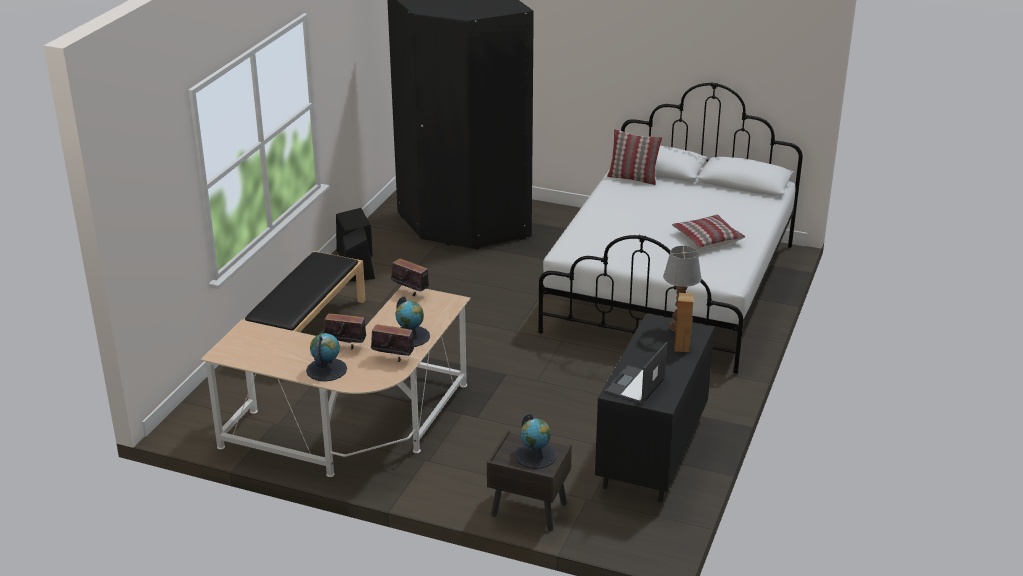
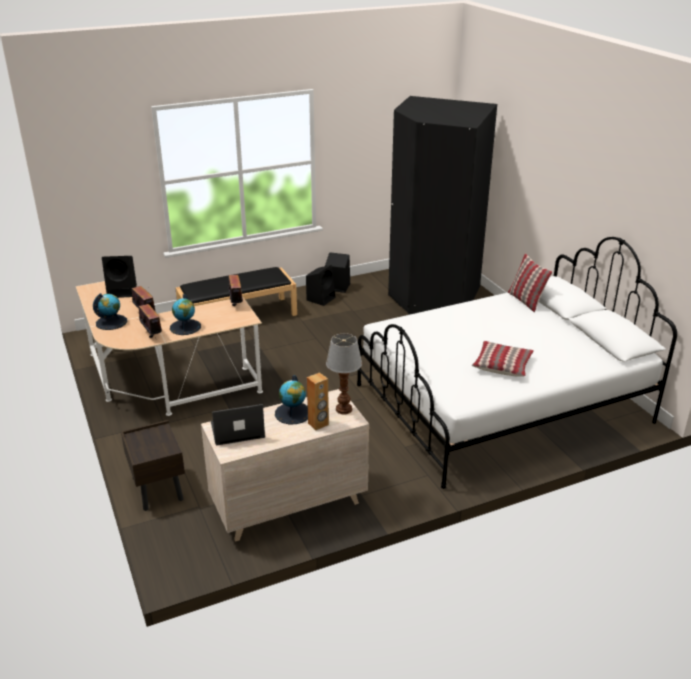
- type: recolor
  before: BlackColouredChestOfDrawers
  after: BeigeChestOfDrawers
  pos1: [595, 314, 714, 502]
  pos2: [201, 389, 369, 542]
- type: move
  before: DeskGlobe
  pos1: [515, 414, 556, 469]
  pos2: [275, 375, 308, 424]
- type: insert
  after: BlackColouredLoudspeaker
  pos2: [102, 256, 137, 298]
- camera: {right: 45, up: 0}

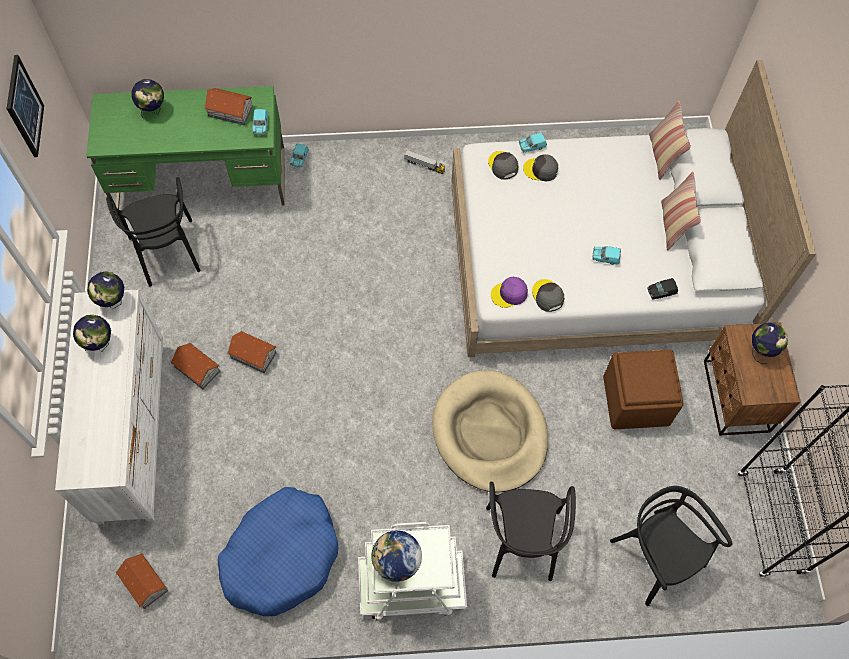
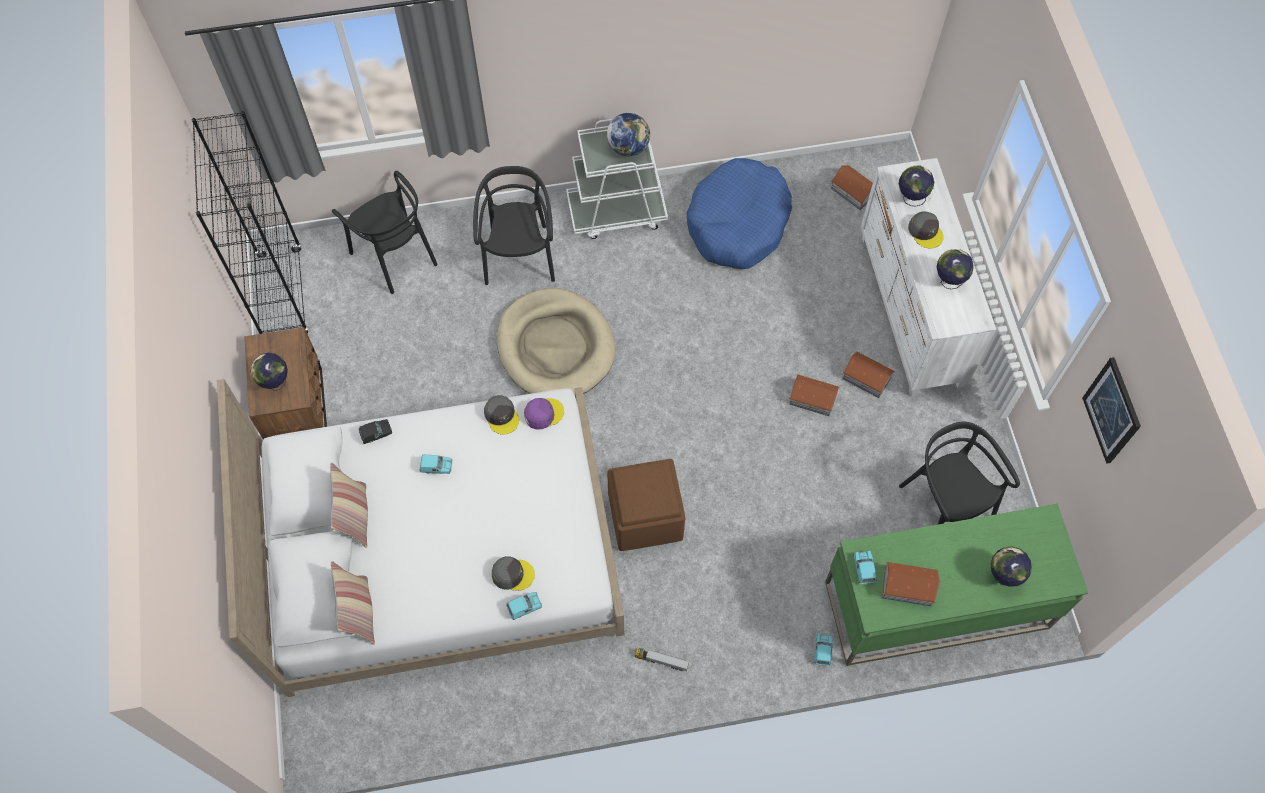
- type: move
  before: GreyishBaseballCap
  pos1: [488, 151, 518, 180]
  pos2: [908, 211, 944, 248]
- type: move
  before: DeskGlobe
  pos1: [87, 271, 124, 309]
  pos2: [899, 165, 934, 206]
- type: move
  before: BrownPouffe
  pos1: [603, 350, 684, 429]
  pos2: [607, 459, 685, 551]
- camera: {right: 175, up: 0}

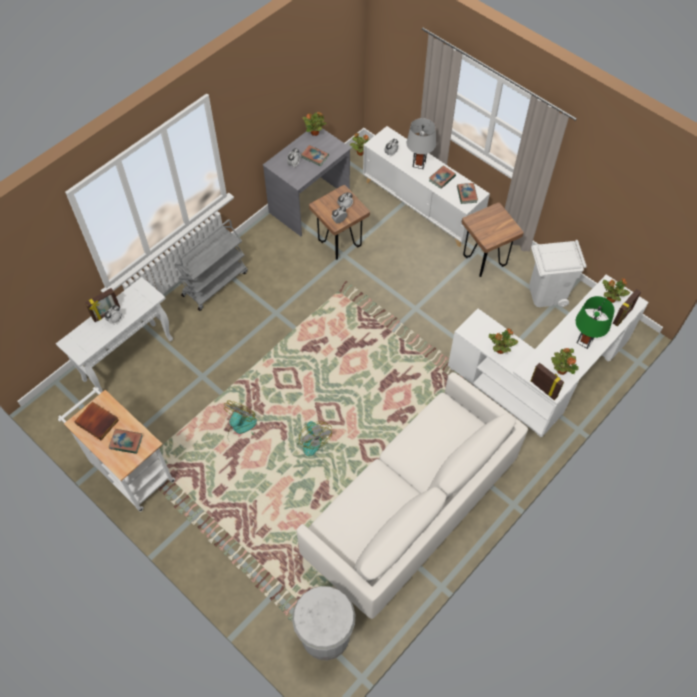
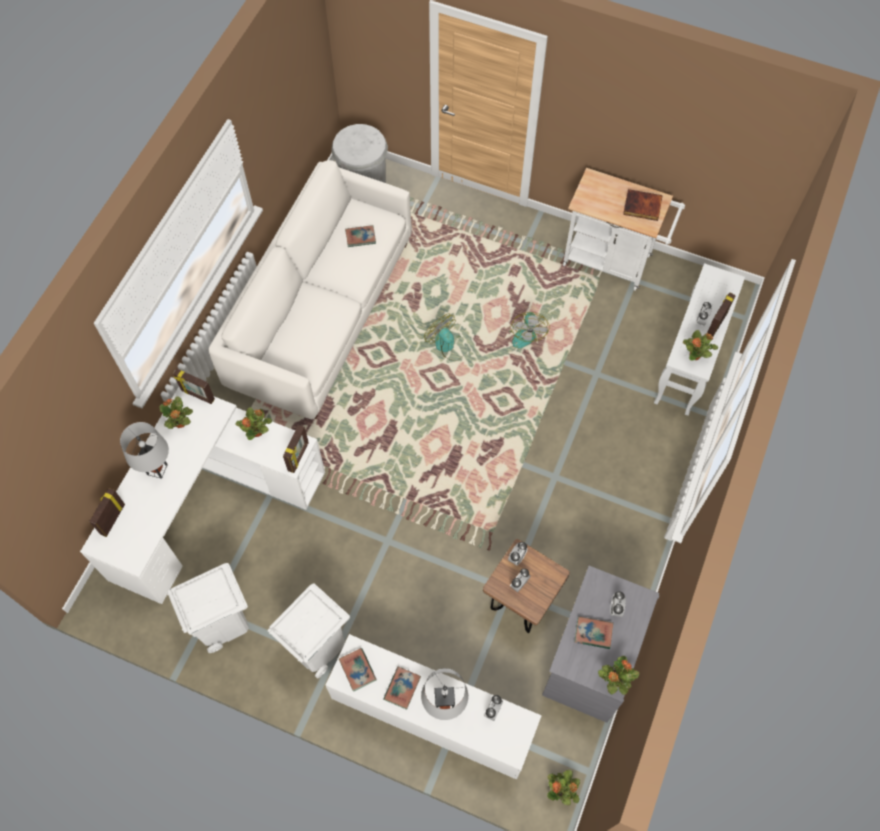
- type: replace
  before: BrownStool
  after: WhiteRubbishBin
  pos1: [462, 203, 524, 277]
  pos2: [268, 583, 350, 679]
- type: delete
  before: GreyishWheeledCart
  pos1: [175, 219, 248, 311]
- type: move
  before: PlantInAPot
  pos1: [603, 278, 630, 303]
  pos2: [683, 330, 718, 361]
- type: recolor
  before: GreenColouredLampForATable
  after: GreyishLampForATable
  pos1: [576, 296, 615, 349]
  pos2: [120, 422, 169, 479]
- type: move
  before: BoundBook
  pos1: [109, 429, 143, 454]
  pos2: [345, 225, 376, 247]
- type: insert
  after: StandingFrame
  pos2: [283, 425, 309, 473]
- camera: {right: 160, up: 5}

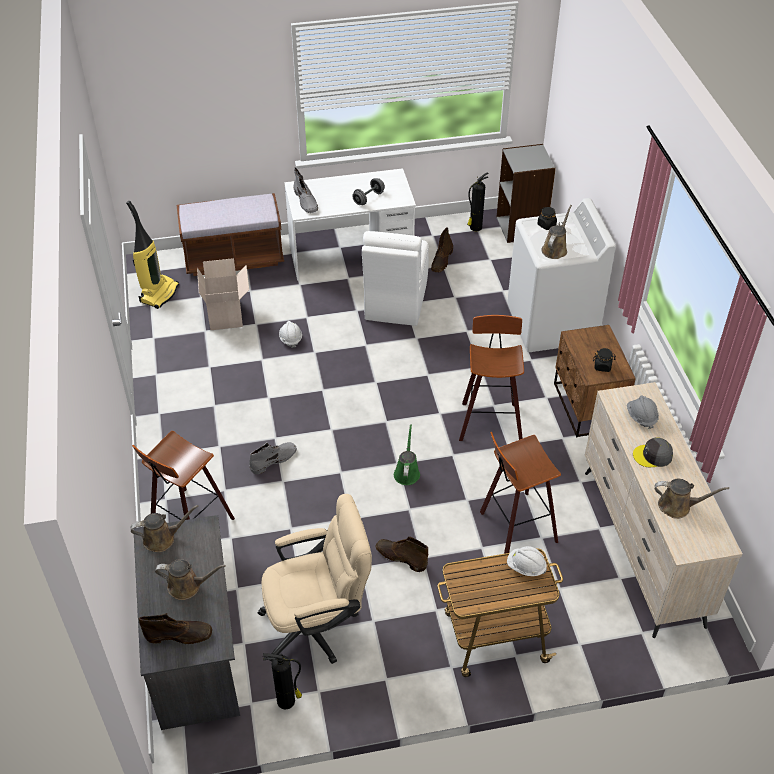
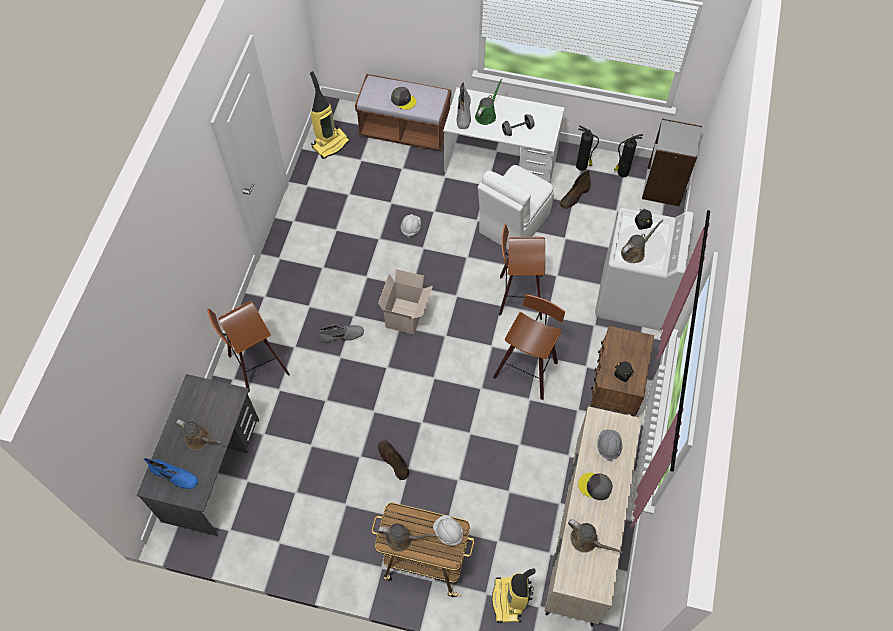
- type: move
  before: PackingBox
  pos1: [197, 258, 249, 330]
  pos2: [378, 269, 433, 334]
- type: move
  before: GreenColouredWateringPot
  pos1: [394, 424, 420, 485]
  pos2: [475, 79, 502, 125]
- type: move
  before: Stool
  pos1: [480, 432, 561, 554]
  pos2: [499, 224, 545, 320]
- type: delete
  before: BeigeComputerChair
  pos1: [258, 494, 372, 664]
- type: move
  before: BrownWateringPot
  pos1: [130, 505, 198, 552]
  pos2: [378, 523, 436, 552]
- type: recolor
  before: BrownHighTopBoot
  after: BlueColouredHighTopBoot
  pos1: [139, 613, 212, 644]
  pos2: [144, 458, 198, 489]
- type: move
  before: Extinguisher
  pos1: [263, 653, 302, 710]
  pos2: [576, 125, 599, 171]
- type: insert
  after: GreyishBaseballCap
  pos2: [391, 87, 416, 110]
- type: insert
  after: Vacuum
  pos2: [492, 568, 536, 623]
- camera: {right: 25, up: 15}

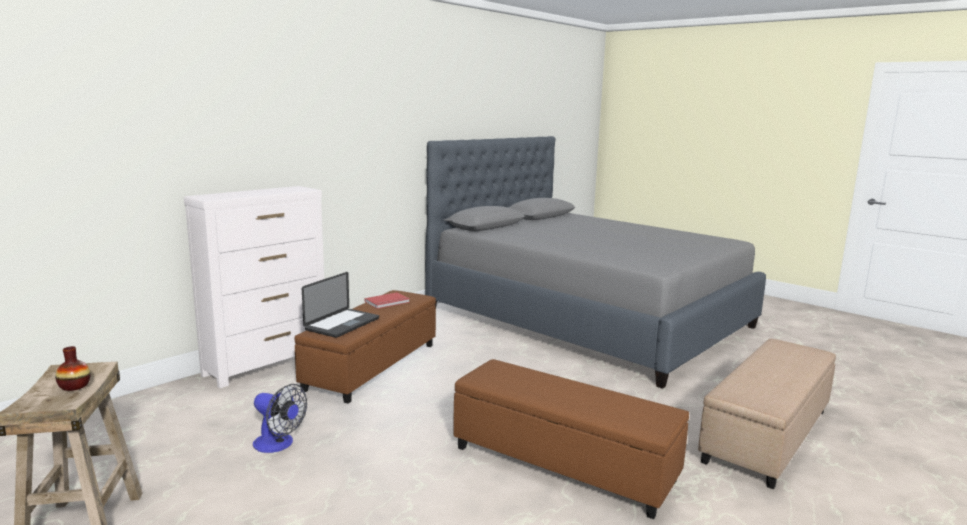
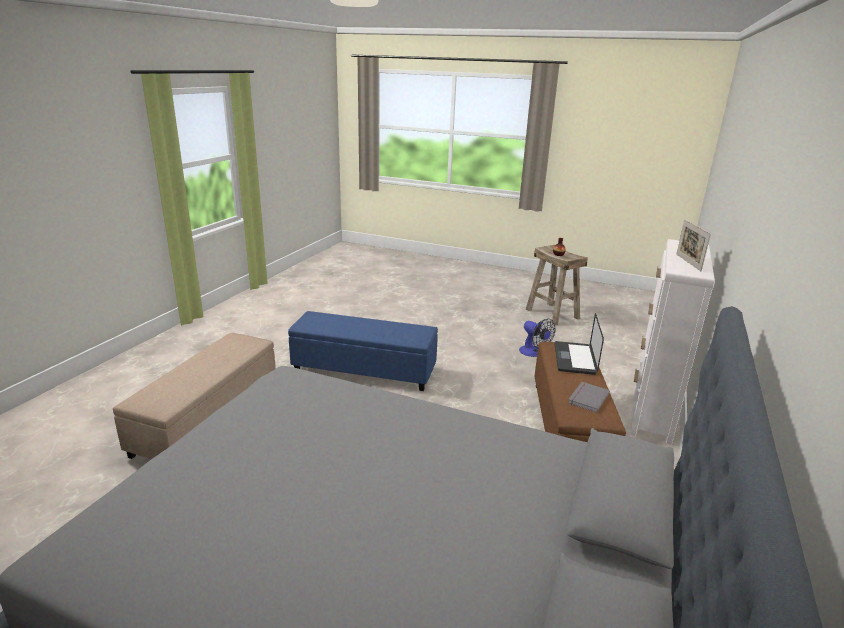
- type: recolor
  before: RedBoundBook
  after: GreyishBoundBook
  pos1: [364, 292, 410, 309]
  pos2: [568, 382, 610, 413]
- type: recolor
  before: BrownPouffe
  after: BlueColouredPouffe
  pos1: [453, 359, 689, 519]
  pos2: [288, 311, 438, 391]
- type: rotate
  before: ElectricFan
  pos1: [253, 384, 307, 453]
  pos2: [519, 319, 556, 357]
  turn: -135
- type: insert
  after: StandingFrame
  pos2: [676, 219, 711, 271]
- camera: {right: 160, up: 10}

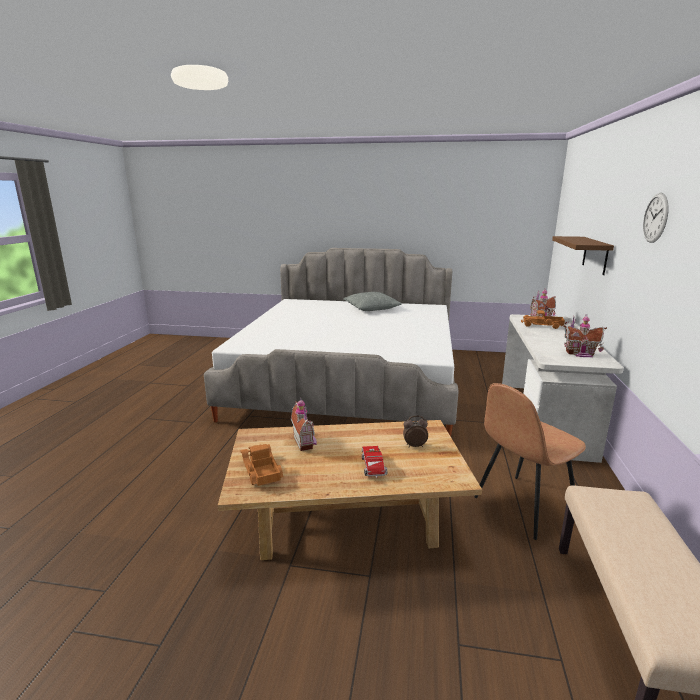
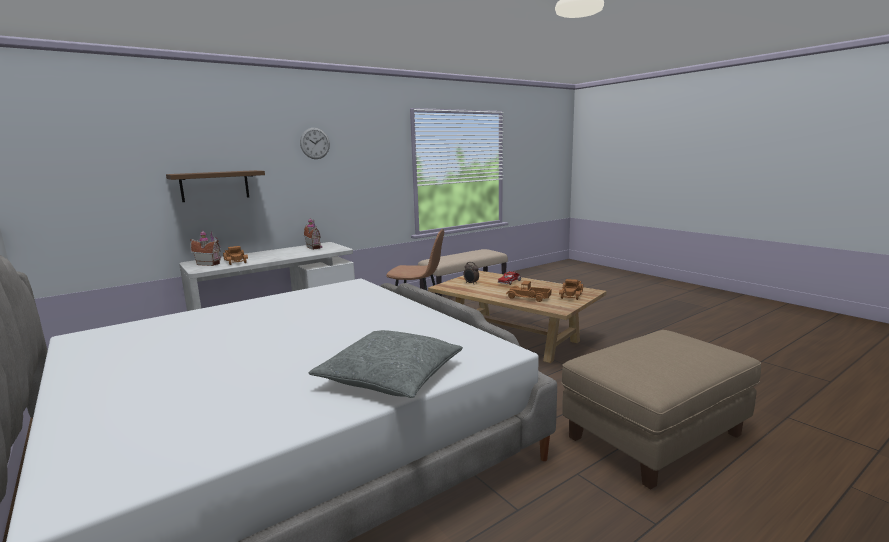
- type: move
  before: GreyishPillow
  pos1: [343, 292, 402, 311]
  pos2: [308, 330, 463, 398]
- type: replace
  before: ToyHouse
  after: ToyTruck
  pos1: [291, 399, 317, 451]
  pos2: [506, 281, 551, 302]
- type: insert
  after: BeigePouffe
  pos2: [561, 330, 761, 490]
- camera: {right: -135, up: -5}

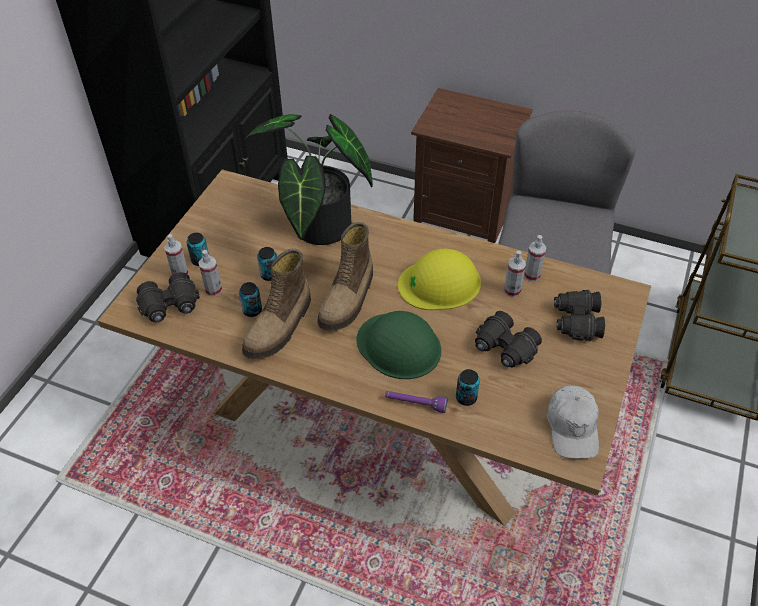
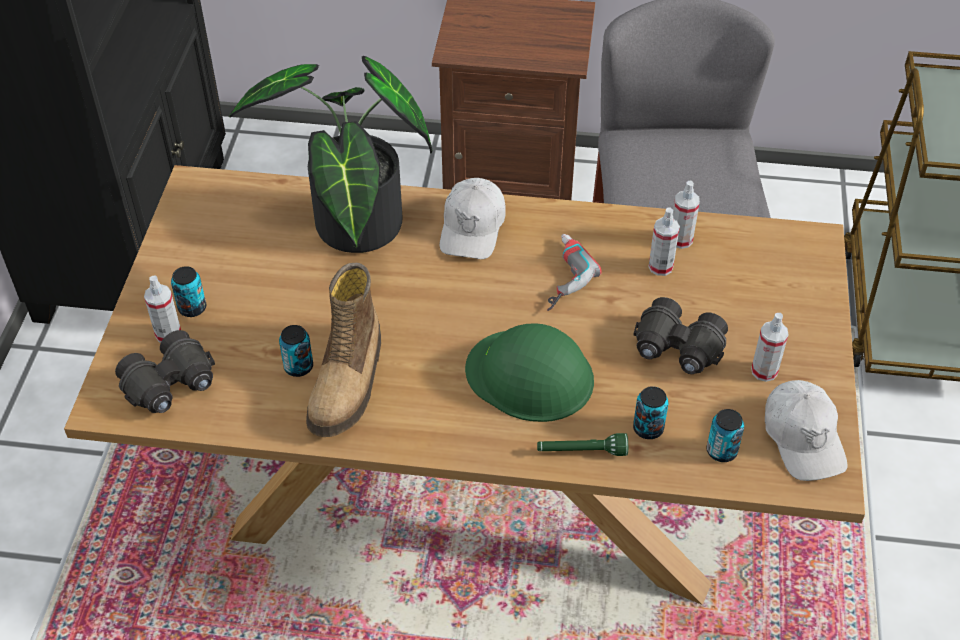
- type: delete
  before: HighTopBoot
  pos1: [317, 222, 373, 331]
- type: move
  before: Can
  pos1: [257, 247, 277, 281]
  pos2: [707, 409, 744, 462]
- type: replace
  before: YellowWorkHelmet
  after: Drill
  pos1: [398, 249, 481, 310]
  pos2: [547, 234, 602, 311]
- type: move
  before: HandSprayer
  pos1: [199, 250, 222, 296]
  pos2: [751, 313, 789, 382]
- type: delete
  before: BlackColouredBinoculars
  pos1: [554, 290, 605, 341]
- type: recolor
  before: PurpleTorch
  after: GreenColouredTorch
  pos1: [385, 391, 448, 413]
  pos2: [537, 433, 628, 456]
- type: insert
  after: WhiteBaseballCap
  pos2: [440, 178, 506, 259]
- camera: {right: -15, up: 0}

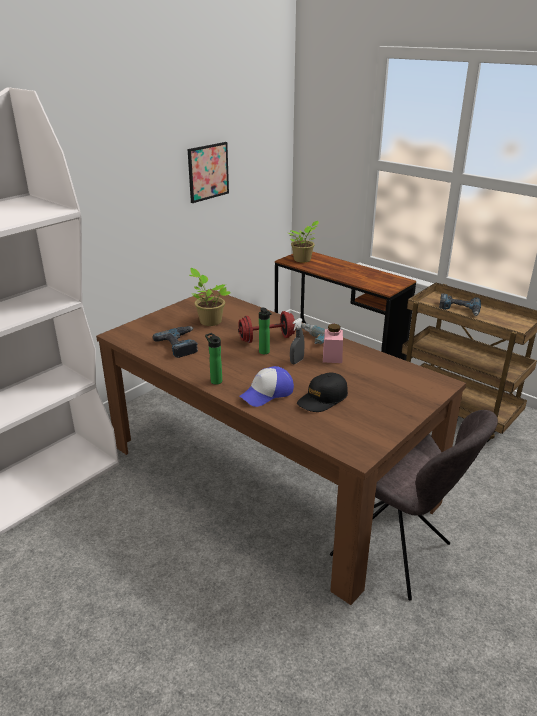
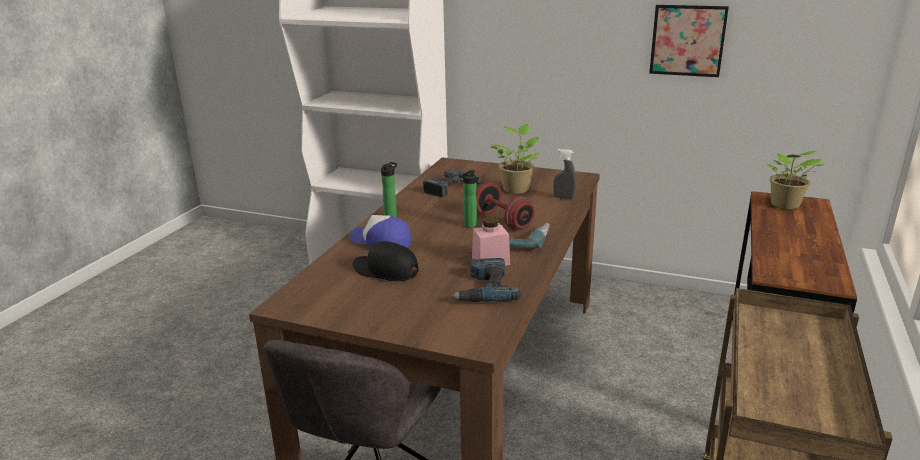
- type: move
  before: Drill
  pos1: [439, 294, 481, 316]
  pos2: [452, 258, 522, 302]
- type: move
  before: GreyishHandSprayer
  pos1: [290, 318, 305, 364]
  pos2: [554, 149, 576, 199]
- camera: {right: 70, up: -5}

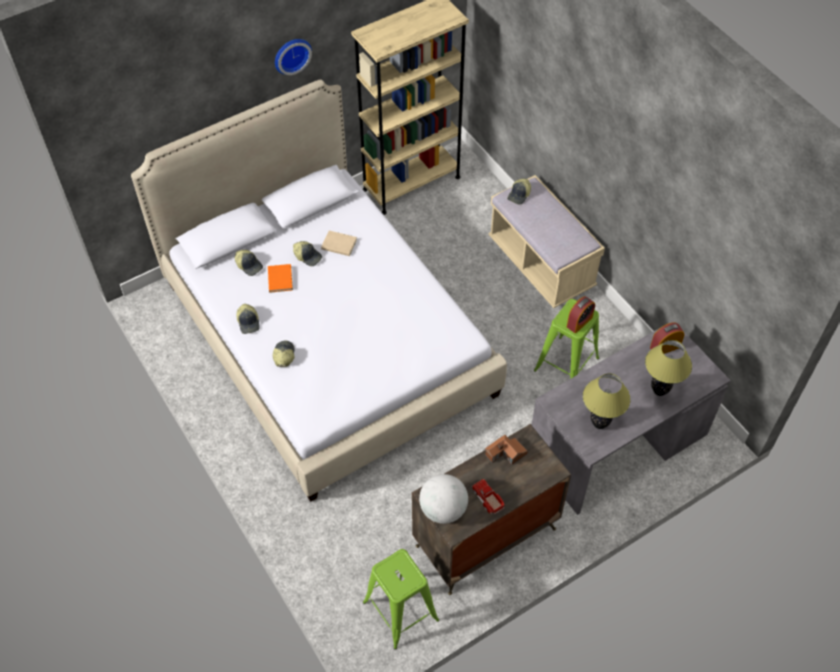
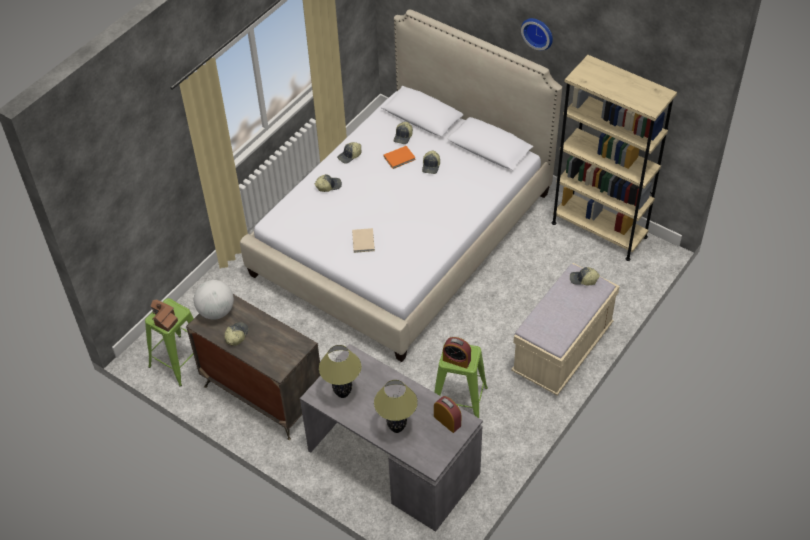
- type: move
  before: BeigeBoundBook
  pos1: [321, 231, 357, 256]
  pos2: [352, 228, 375, 253]
- type: move
  before: ToyHouse
  pos1: [485, 435, 528, 465]
  pos2: [150, 299, 178, 332]
- type: replace
  before: ToyTruck
  after: BaseballCap
  pos1: [472, 479, 505, 514]
  pos2: [224, 322, 249, 346]
- camera: {right: 70, up: -5}

